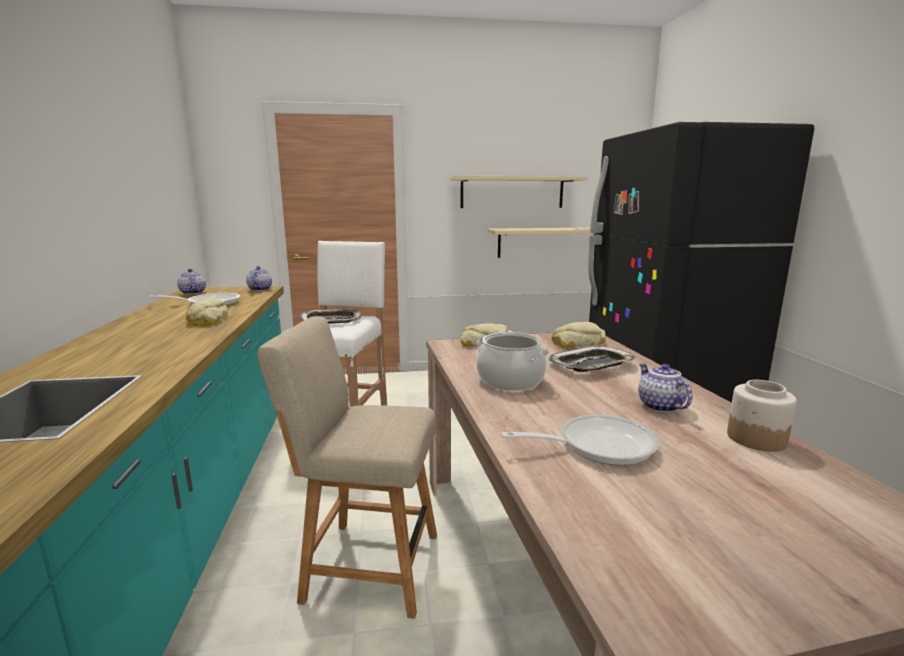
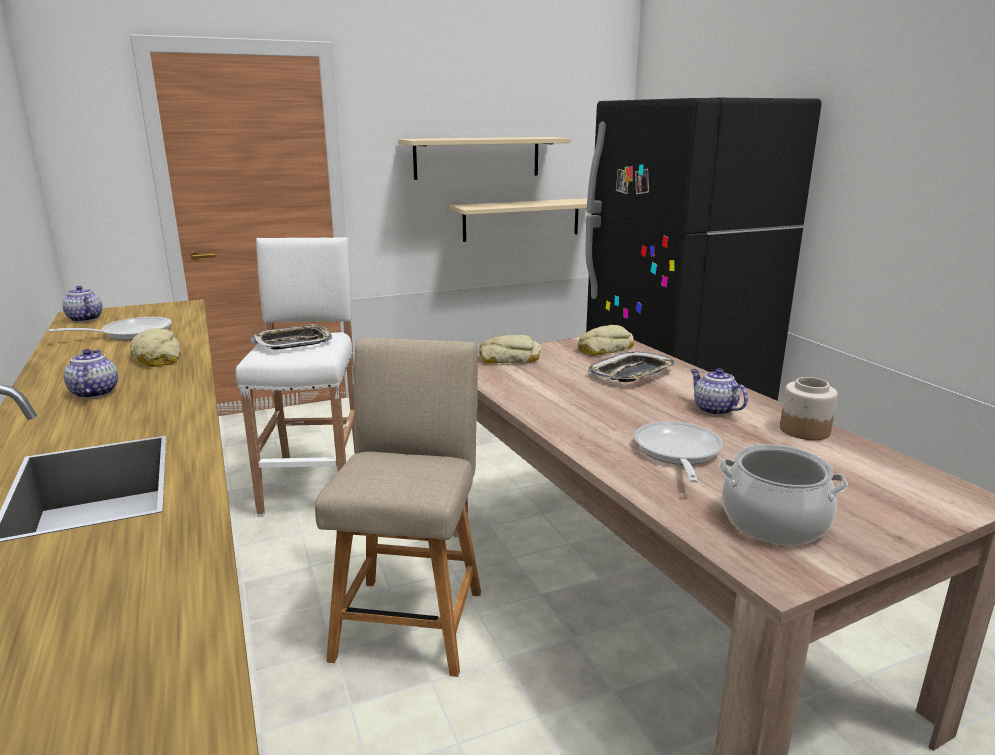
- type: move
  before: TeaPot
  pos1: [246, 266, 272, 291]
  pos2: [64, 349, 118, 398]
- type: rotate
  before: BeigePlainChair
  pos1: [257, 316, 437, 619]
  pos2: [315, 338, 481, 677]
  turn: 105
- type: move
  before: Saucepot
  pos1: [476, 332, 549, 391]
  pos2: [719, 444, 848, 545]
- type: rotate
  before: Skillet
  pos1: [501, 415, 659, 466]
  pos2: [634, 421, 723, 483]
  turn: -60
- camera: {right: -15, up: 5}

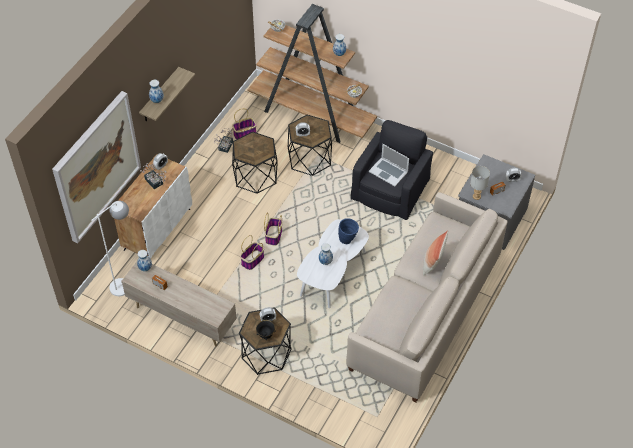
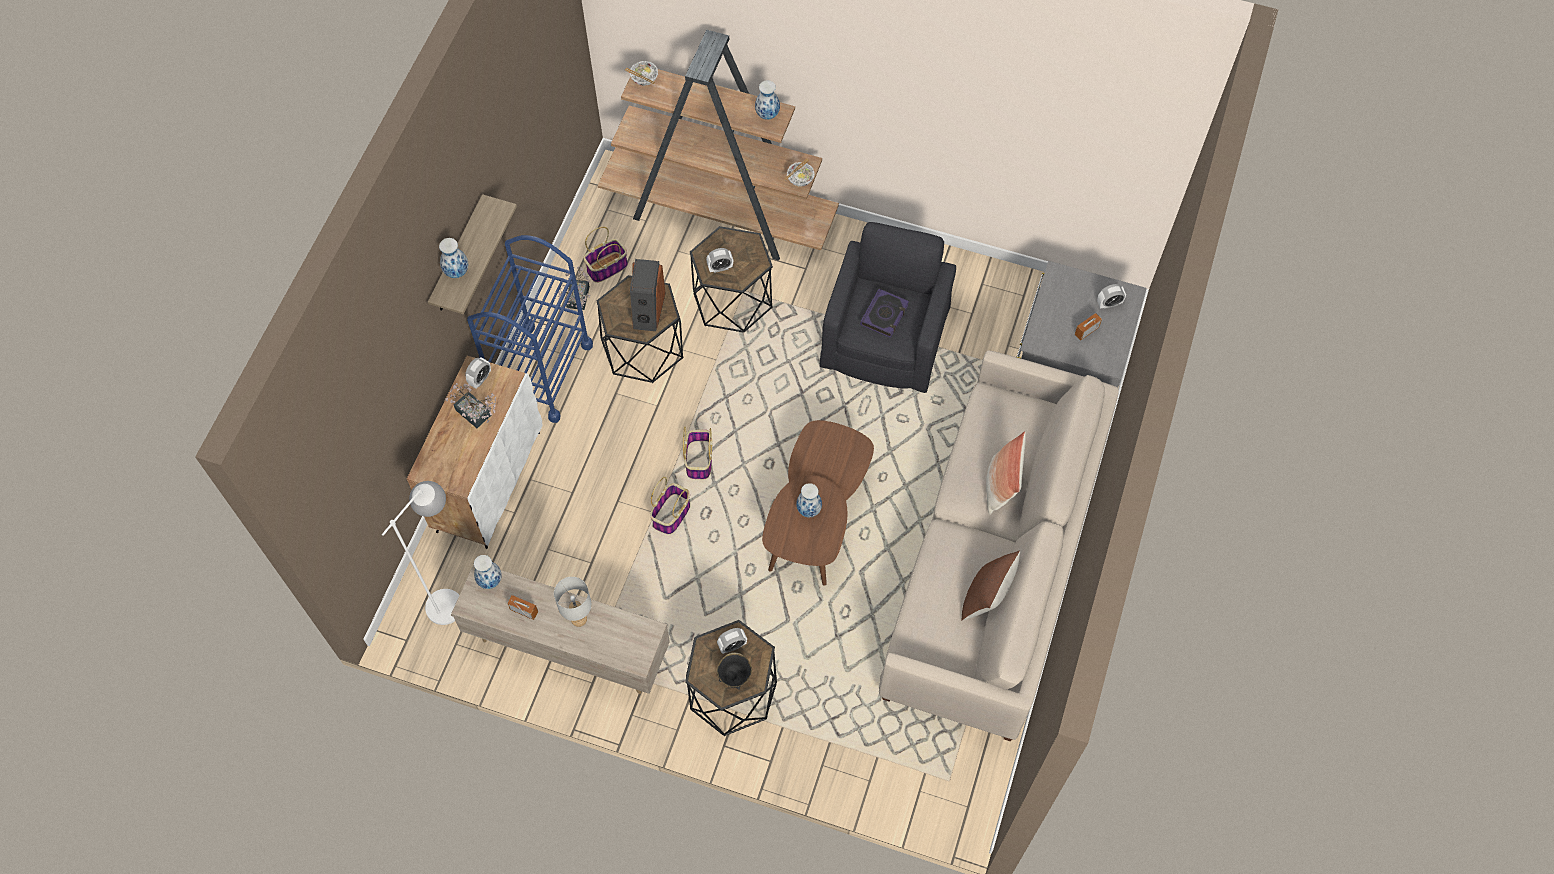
- type: delete
  before: WallArt
  pos1: [52, 91, 141, 243]
- type: replace
  before: Laptop
  after: BoundBook
  pos1: [369, 144, 409, 186]
  pos2: [860, 289, 909, 338]
- type: move
  before: GreyishLampForATable
  pos1: [470, 166, 490, 200]
  pos2: [554, 577, 592, 627]
- type: delete
  before: BlueColouredVase
  pos1: [338, 218, 359, 244]
- type: recolor
  before: WhiteLoungeTable
  after: BrownLoungeTable
  pos1: [297, 219, 369, 308]
  pos2: [762, 420, 874, 586]
- type: insert
  after: BlueColouredWheeledCart
  pos2: [467, 235, 593, 423]
- type: insert
  after: Loudspeaker
  pos2: [630, 259, 665, 331]
- type: insert
  after: BrownPillow
  pos2: [961, 551, 1020, 621]
- camera: {right: -10, up: 10}

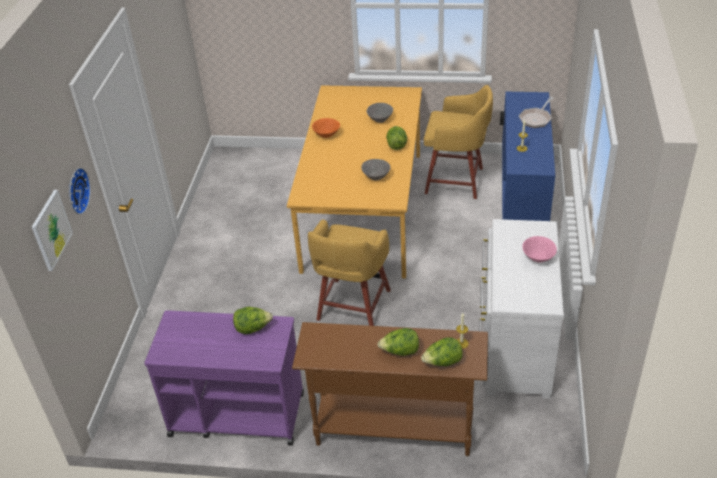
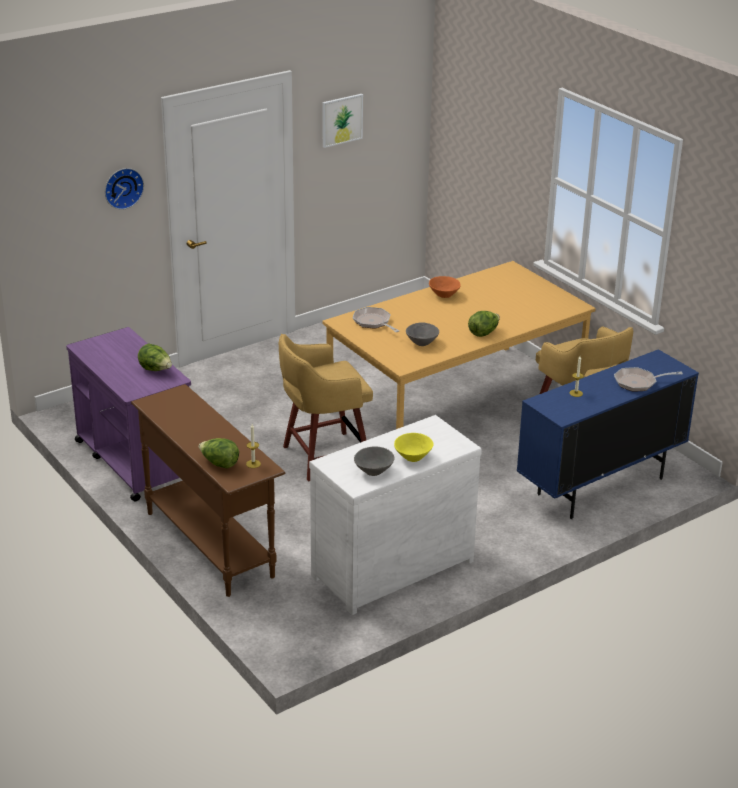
- type: move
  before: GreyishDeepDish
  pos1: [367, 103, 393, 123]
  pos2: [354, 446, 394, 476]
- type: move
  before: WallArt
  pos1: [32, 190, 73, 271]
  pos2: [323, 94, 363, 148]
- type: recolor
  before: PinkColouredDeepDish
  after: YellowDeepDish
  pos1: [522, 236, 557, 263]
  pos2: [394, 433, 434, 462]
- type: delete
  before: HeadOfLettuce
  pos1: [377, 328, 419, 356]
- type: insert
  after: Skillet
  pos2: [353, 307, 399, 332]
- camera: {right: 45, up: -10}

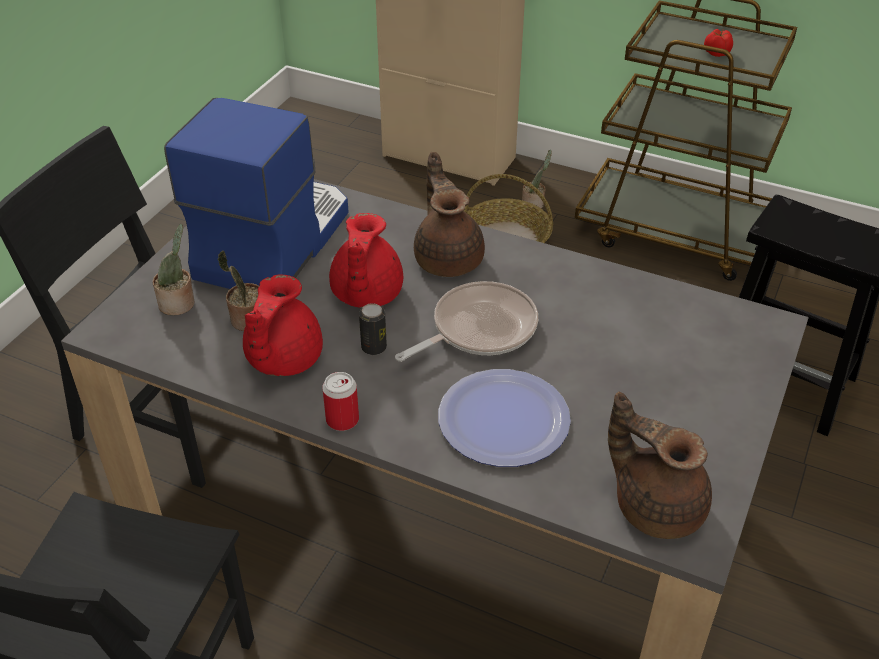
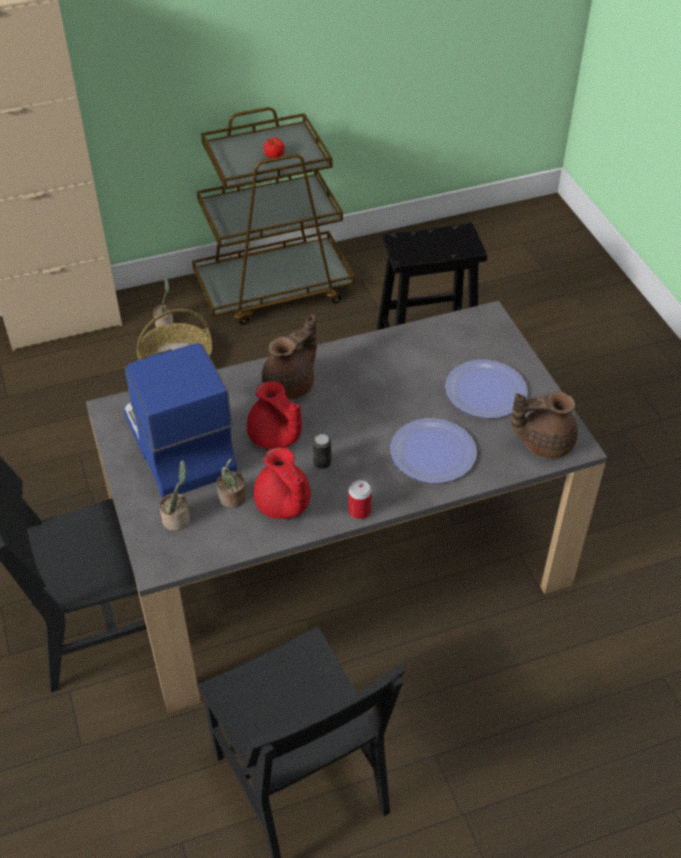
- type: rotate
  before: BrownTeaPot
  pos1: [414, 152, 485, 277]
  pos2: [262, 314, 317, 400]
  turn: 105
- type: delete
  before: Skillet
  pos1: [395, 281, 538, 362]
- type: insert
  after: Plate
  pos2: [445, 360, 528, 418]
- camera: {right: -45, up: 5}

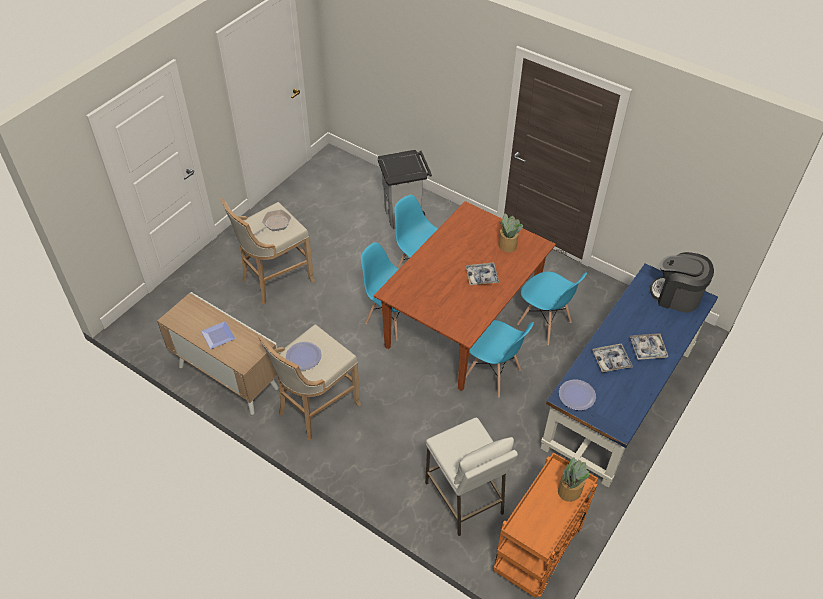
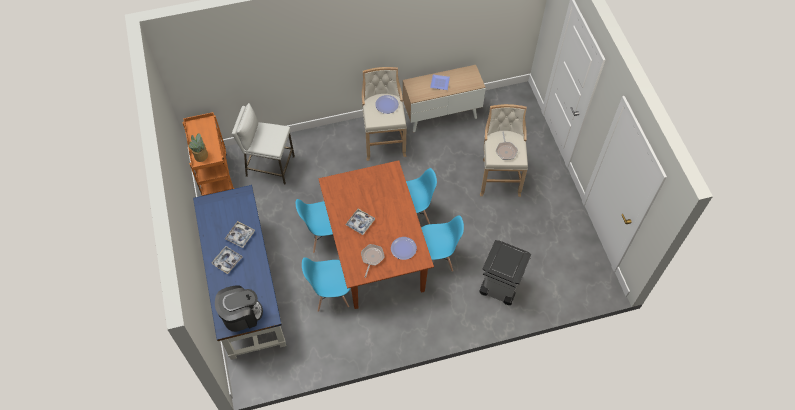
- type: replace
  before: PlantInAPot
  after: Skillet
  pos1: [498, 213, 523, 253]
  pos2: [361, 244, 385, 278]
- type: move
  before: Plate
  pos1: [559, 379, 596, 410]
  pos2: [391, 237, 417, 260]
- camera: {right: 130, up: 10}

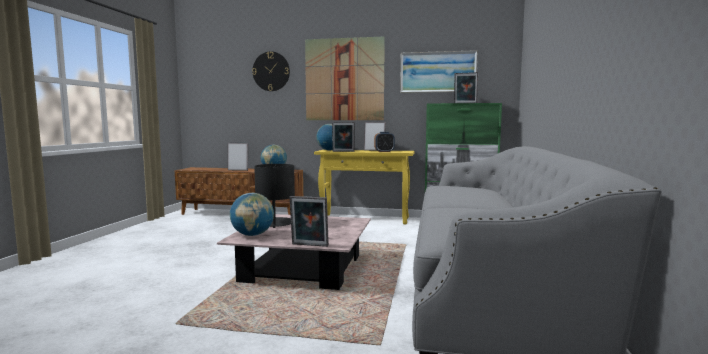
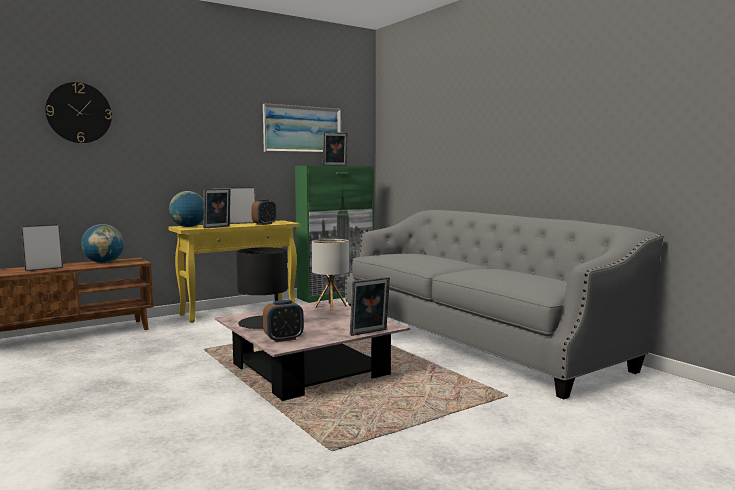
- type: delete
  before: WallArt
  pos1: [305, 37, 385, 120]
- type: replace
  before: DeskGlobe
  after: BedsideClock
  pos1: [230, 193, 274, 236]
  pos2: [263, 300, 304, 342]
- type: insert
  after: LampForATable
  pos2: [312, 239, 349, 311]
- camera: {right: -45, up: 0}

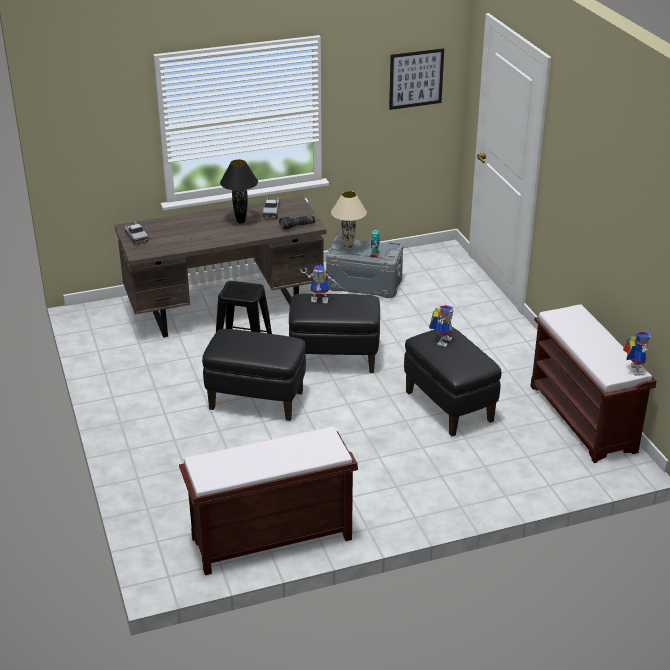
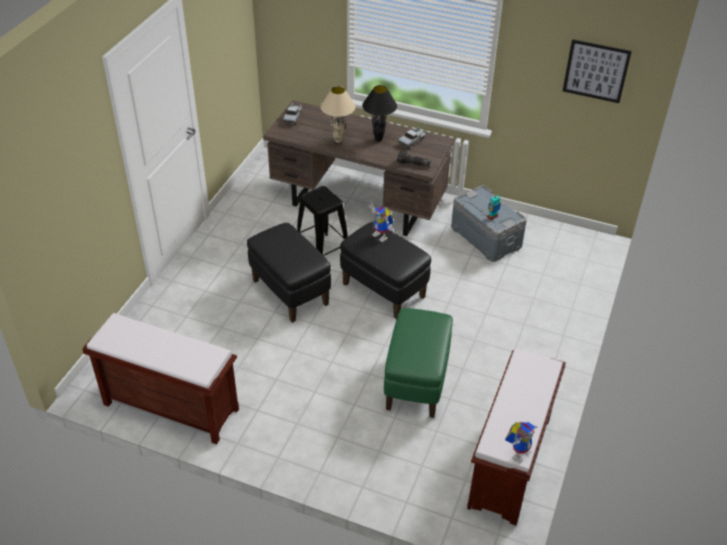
- type: move
  before: BeigeLampForATable
  pos1: [331, 191, 367, 251]
  pos2: [321, 86, 356, 143]
- type: delete
  before: ModelRobot
  pos1: [429, 305, 454, 347]
- type: recolor
  before: BlackColouredPouffe
  after: GreenColouredPouffe
  pos1: [404, 327, 502, 436]
  pos2: [384, 308, 453, 418]
- camera: {right: 40, up: 10}

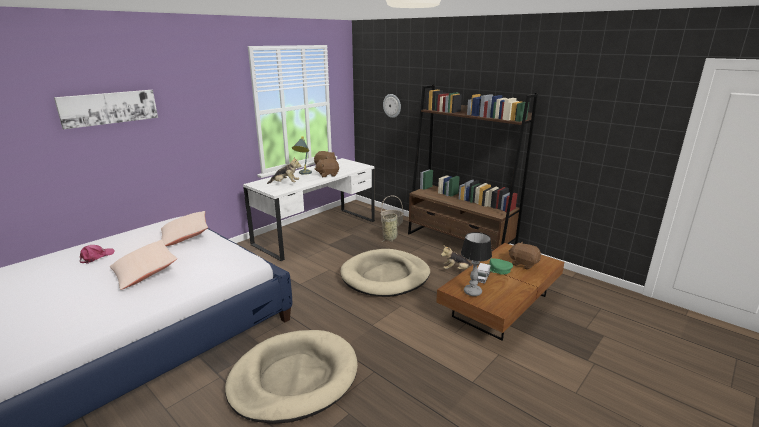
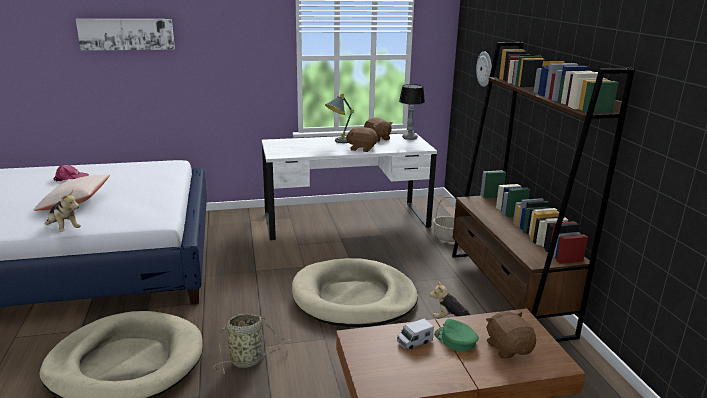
- type: move
  before: SoftToy
  pos1: [267, 157, 301, 184]
  pos2: [45, 189, 81, 232]
- type: delete
  before: BeigePillow
  pos1: [161, 211, 208, 246]
- type: move
  before: StorageBasket
  pos1: [381, 213, 400, 243]
  pos2: [214, 313, 291, 374]
- type: move
  before: LampForATable
  pos1: [461, 232, 492, 296]
  pos2: [399, 84, 425, 140]
- camera: {right: 35, up: 0}

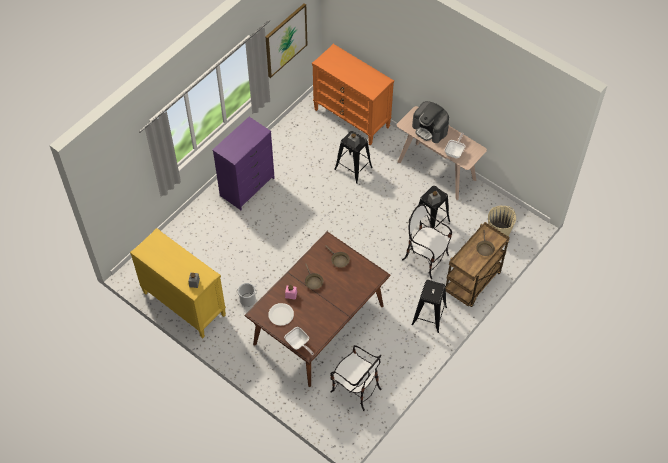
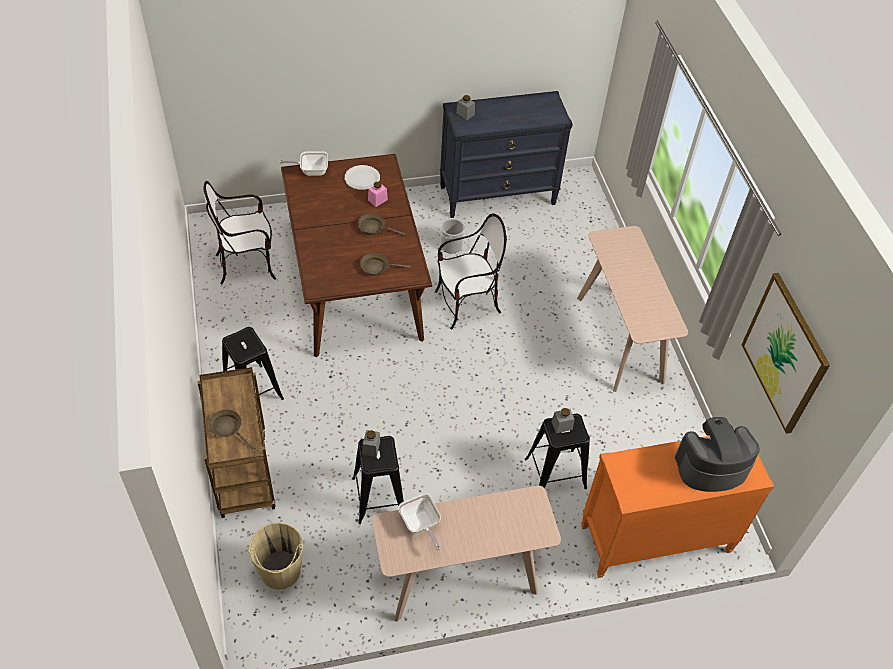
- type: move
  before: CoffeeBrewer
  pos1: [412, 101, 449, 143]
  pos2: [675, 417, 760, 492]
- type: replace
  before: PurpleChestOfDrawers
  after: BeigeHallTable
  pos1: [212, 117, 275, 210]
  pos2: [577, 226, 688, 392]
- type: move
  before: PlainChair
  pos1: [402, 204, 452, 279]
  pos2: [435, 213, 507, 329]
- type: recolor
  before: YellowChestOfDrawers
  after: BlackColouredChestOfDrawers
  pos1: [130, 228, 226, 339]
  pos2: [440, 91, 573, 218]
- camera: {right: 125, up: -5}

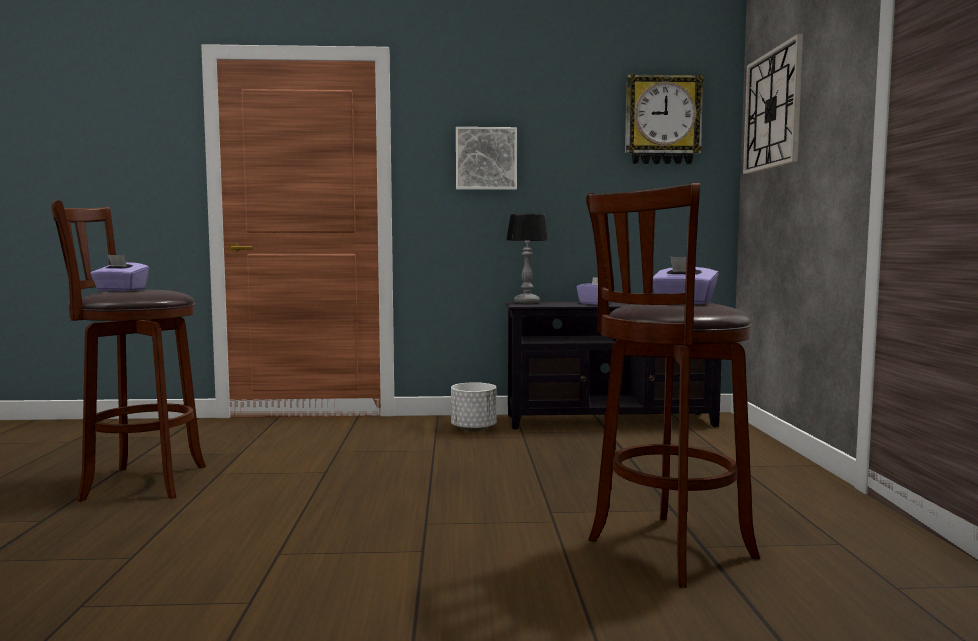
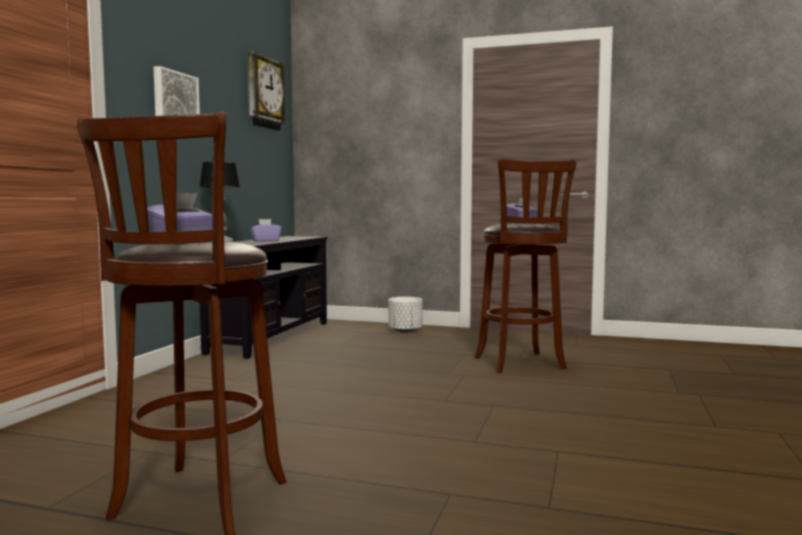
- type: delete
  before: ClockOnTheWall
  pos1: [743, 34, 803, 174]
- type: move
  before: WhitePlanter
  pos1: [451, 382, 496, 432]
  pos2: [388, 297, 422, 333]
- camera: {right: -70, up: 0}

